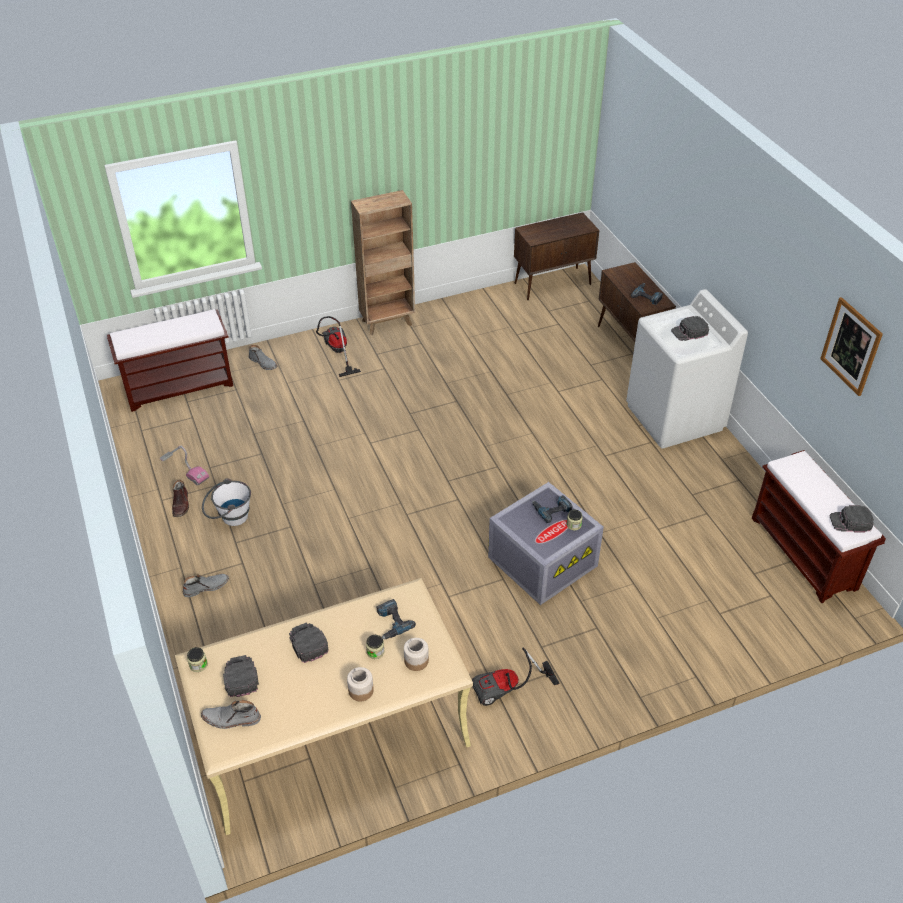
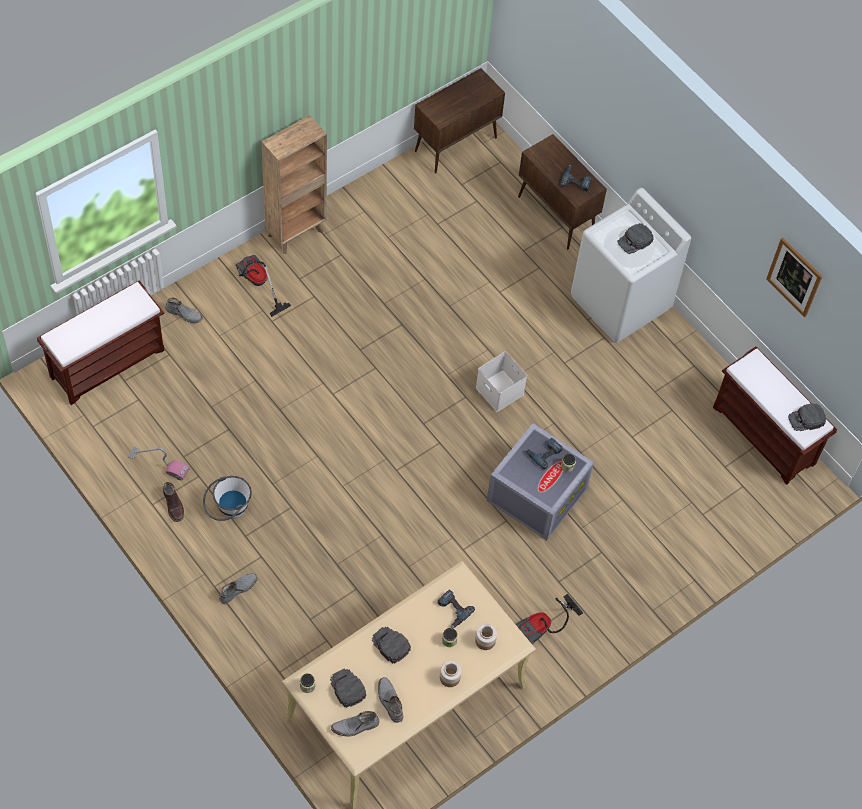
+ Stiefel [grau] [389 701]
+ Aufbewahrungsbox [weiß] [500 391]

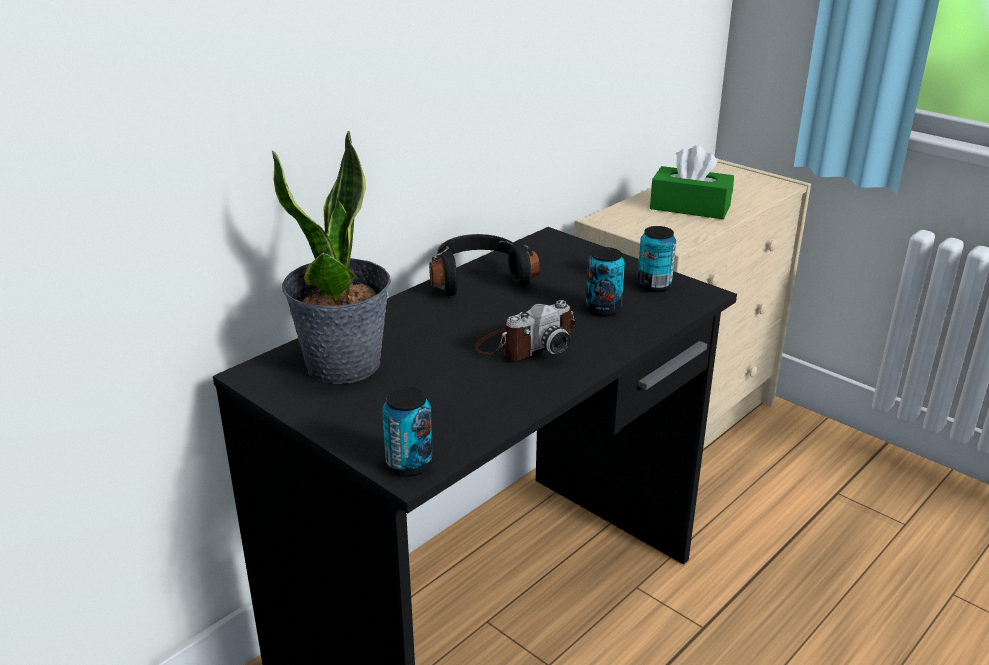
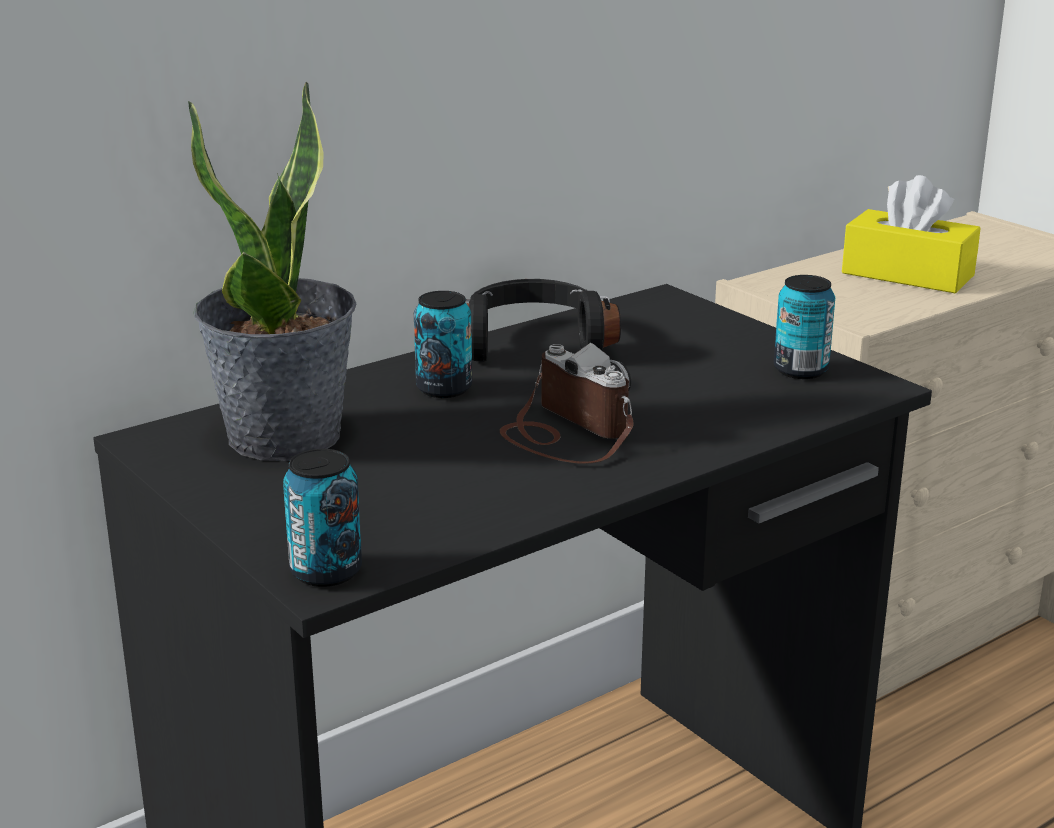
~ Dose [603 309] to [444 388]
~ Kamera [525 344] = [566 432] 105 degrees counterclockwise
~ Taschentuchbox [grün] [690 207] to Taschentuchbox [gelb] [907 274]

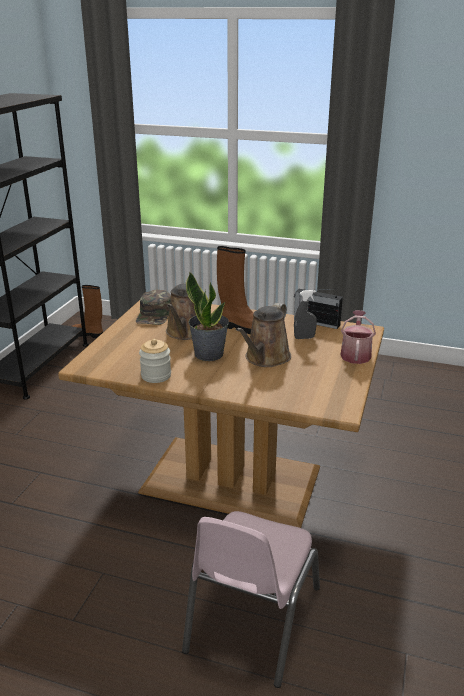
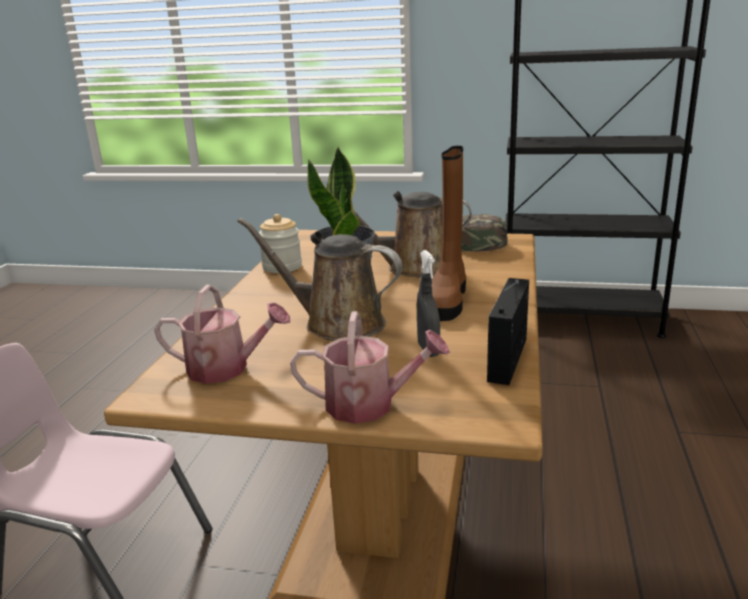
+ Gießkanne [226 369]
- Stiefel [braun] [88 334]

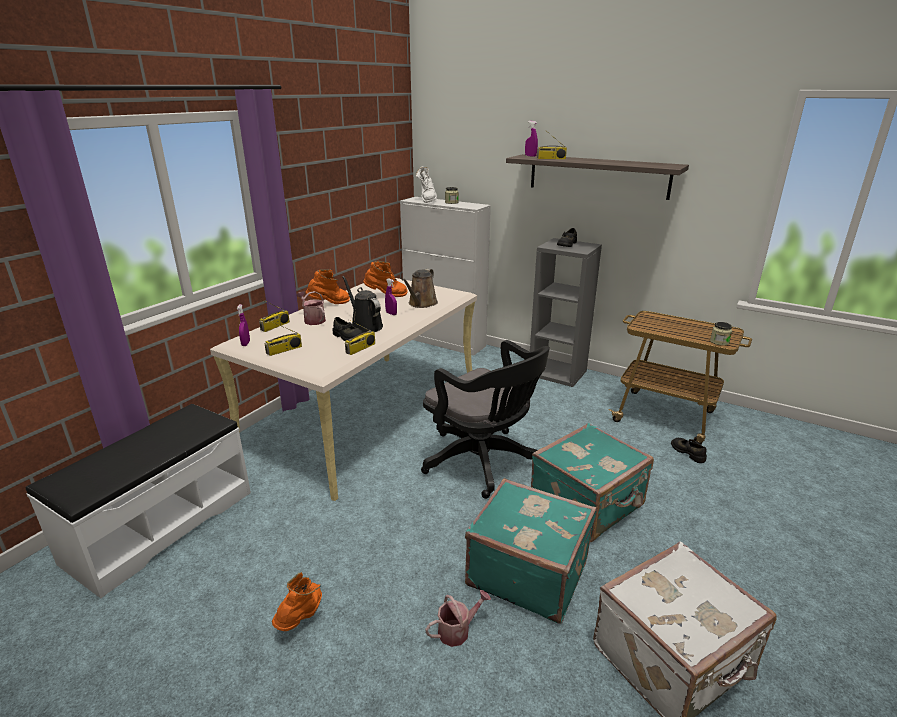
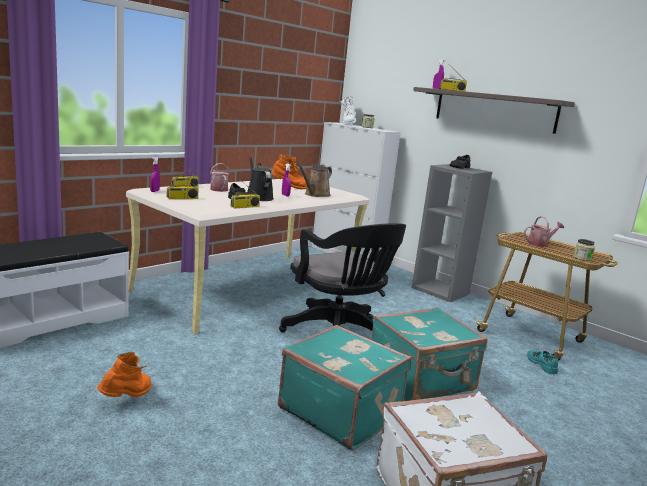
~ Gießkanne [457 630] to [540 244]
~ Schuh [schwarz] [688 452] to Schuh [türkis] [542 365]
- Stiefel [orange] [329 304]

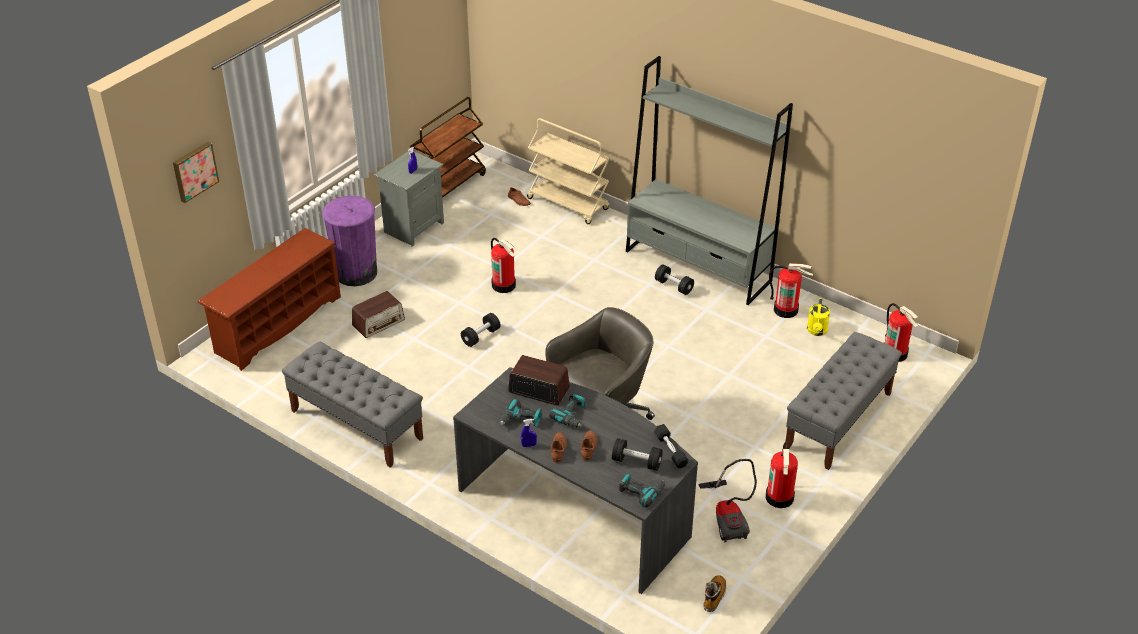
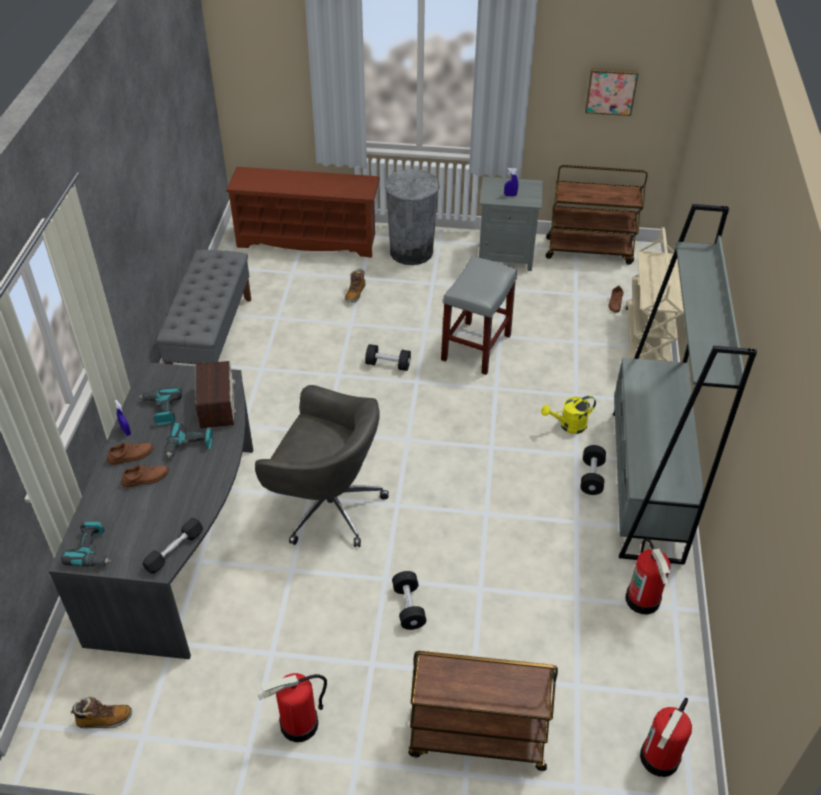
~ Radio [378 323] to Stiefel [355 294]
~ Mülleimer [lila] [356 273] to Mülleimer [grau] [411 251]
~ Hantel [schwarz] [636 462] to [408 607]
~ Bank [grau] [838 421] to Rollwagen [braun] [477 738]
~ Feuerlöscher [504 285] to Hocker [grau] [476 348]
~ Gießkanne [gelb] [817 331] to [568 426]
~ Bild [194 171] to [611 90]
- Staubsauger [729 517]

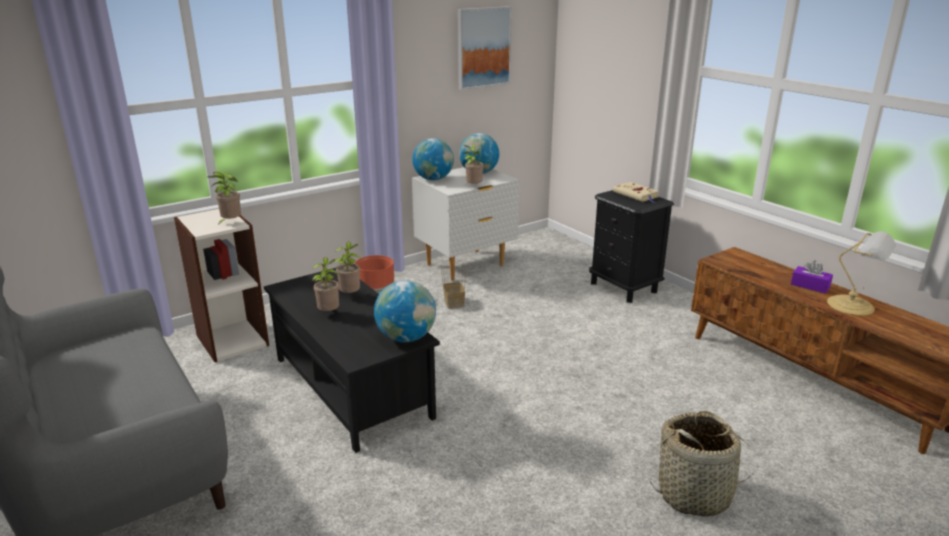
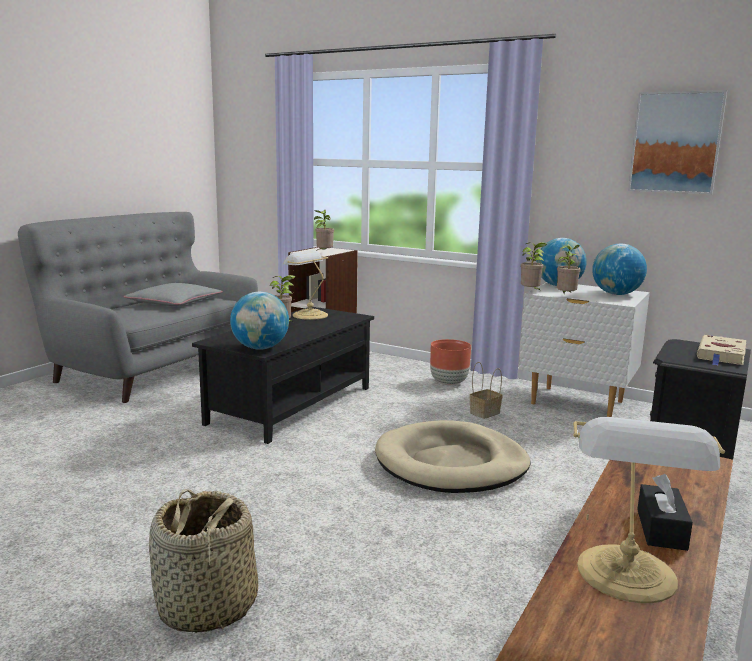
+ Kissen [grau] [174 302]
+ Tischlampe [308 315]
+ Hundebett [beige] [451 463]
~ Topfpflanze [350 295] to [531 292]
~ Taschentuchbox [lila] [810 286] to Taschentuchbox [schwarz] [661 529]

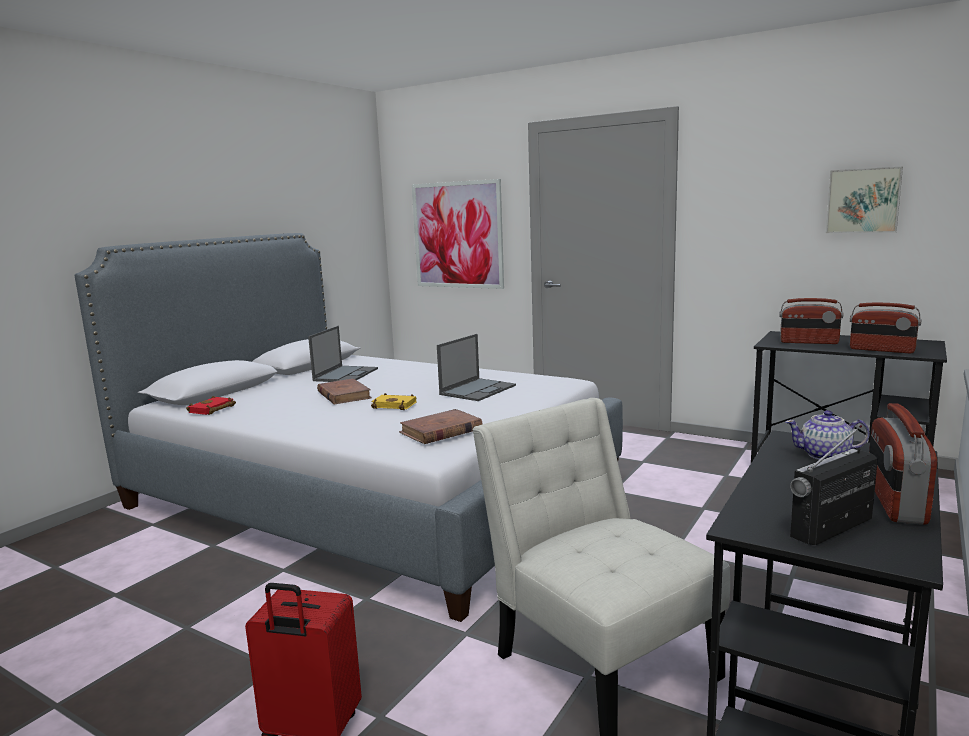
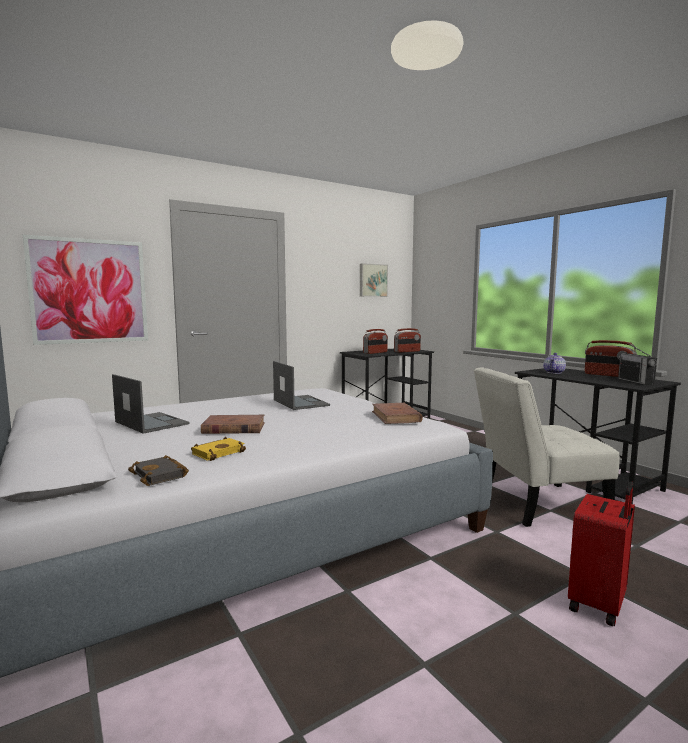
~ Buch [rot] [212 410] to Buch [schwarz] [161 475]
~ Buch [gelb] [396 405] to [218 452]

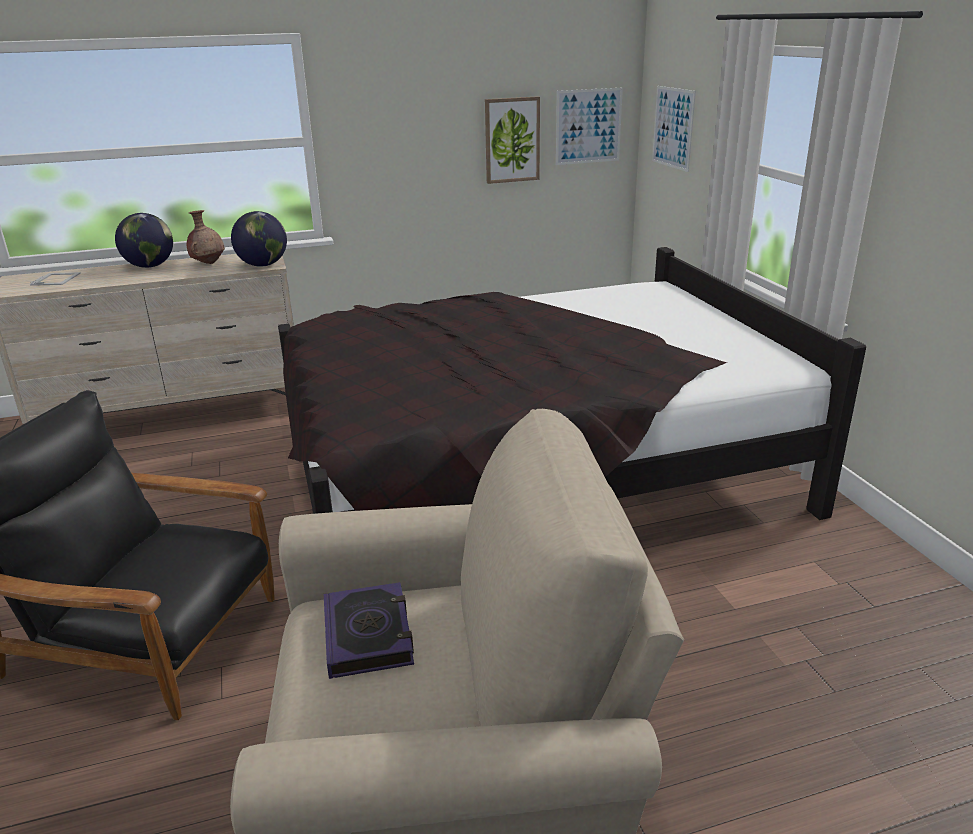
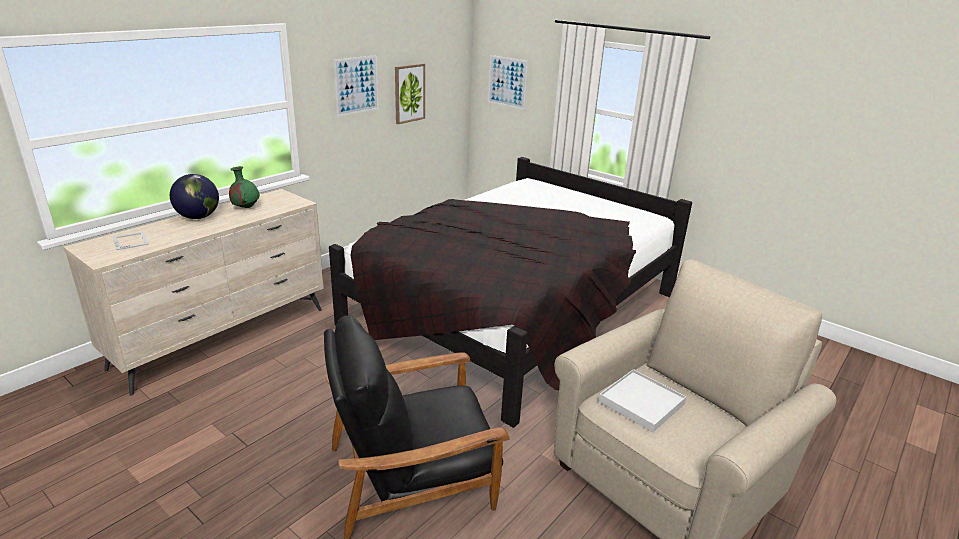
~ Vase [braun] [208 263] to Vase [grün] [246 207]
~ Bild [588 126] to [356 85]
~ Buch [368 635] to Tablett [weiß] [641 402]
- Globus [263 265]

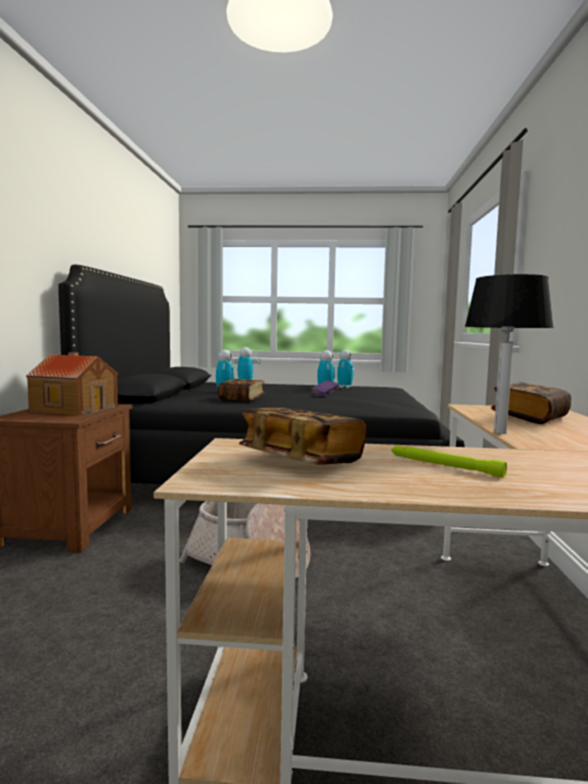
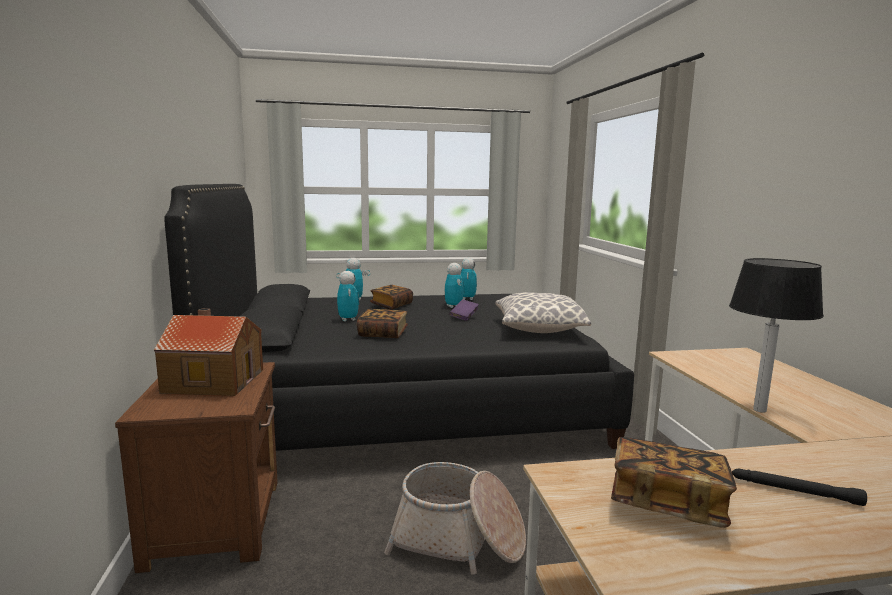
~ Buch [530 418] to [391 305]
+ Kissen [538 329]
~ Taschenlampe [grün] [443 466] to Taschenlampe [schwarz] [794 491]

